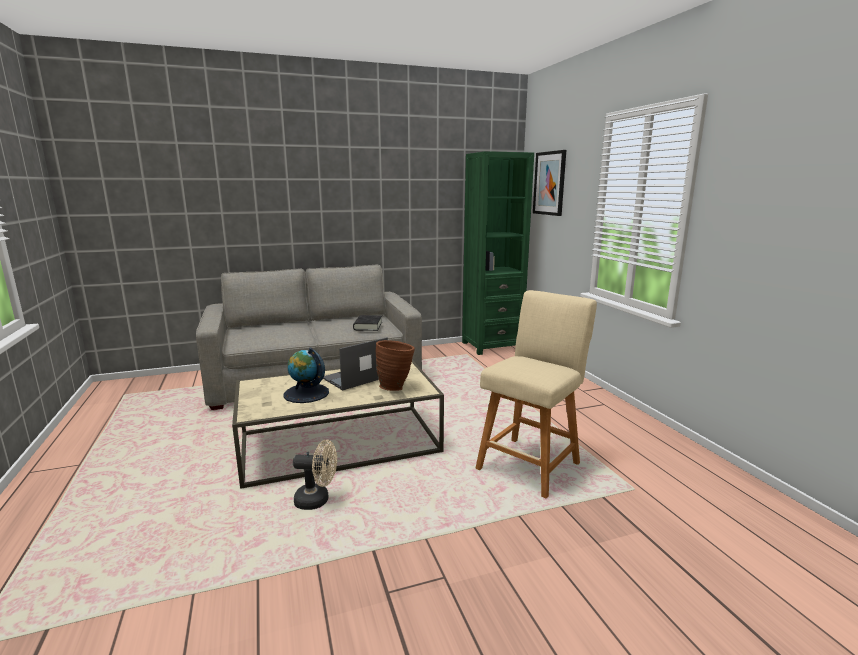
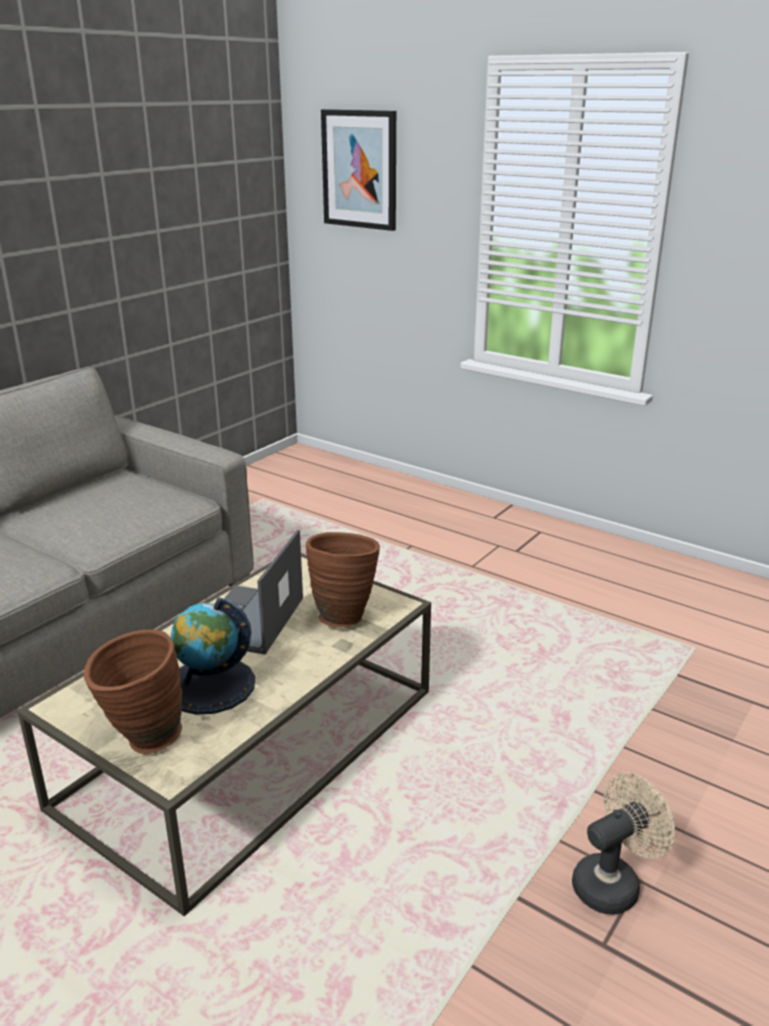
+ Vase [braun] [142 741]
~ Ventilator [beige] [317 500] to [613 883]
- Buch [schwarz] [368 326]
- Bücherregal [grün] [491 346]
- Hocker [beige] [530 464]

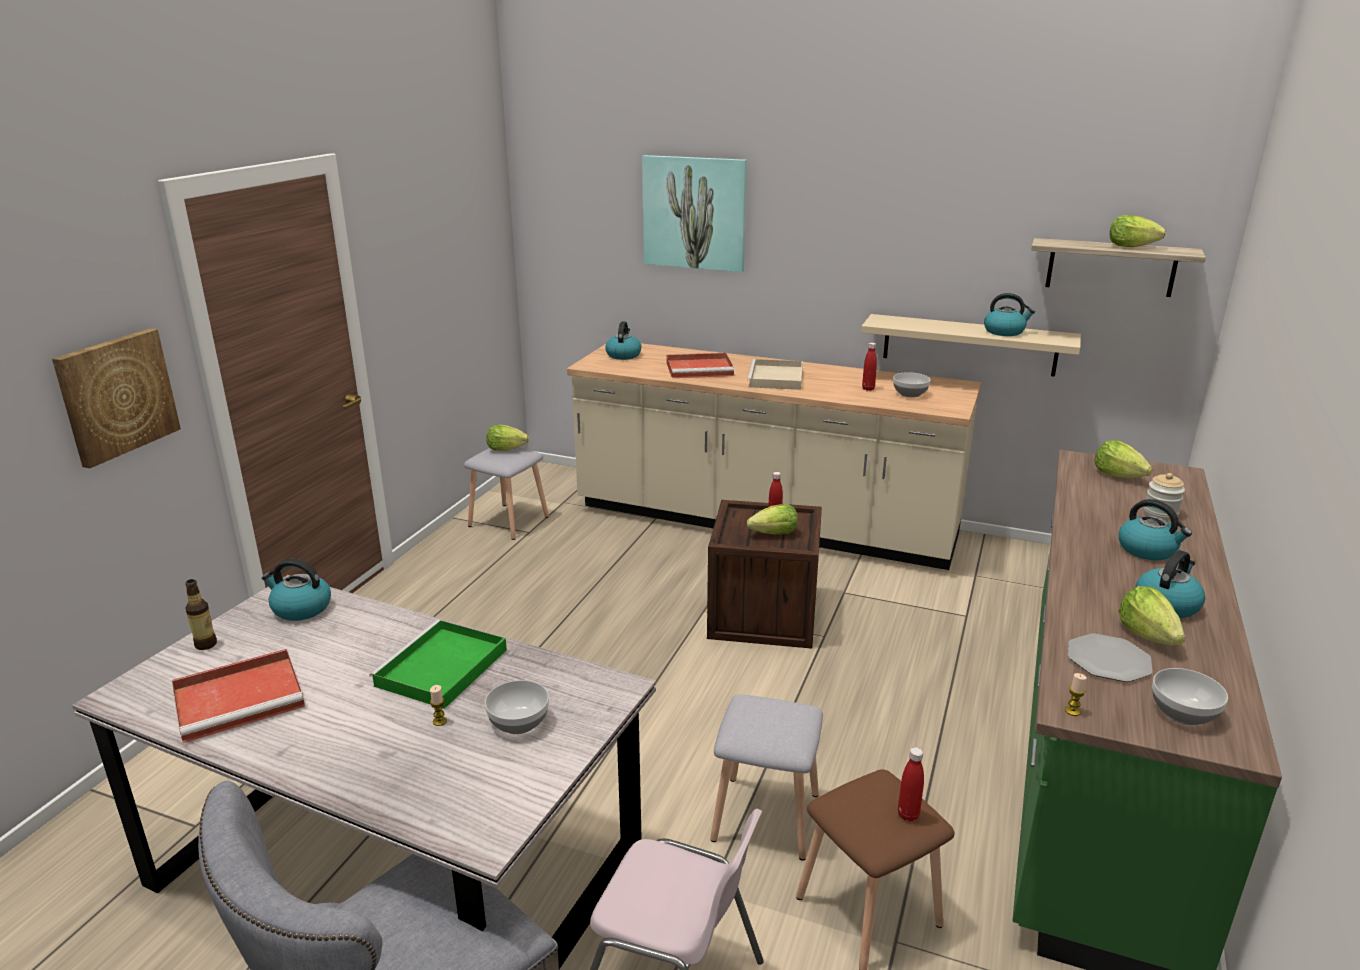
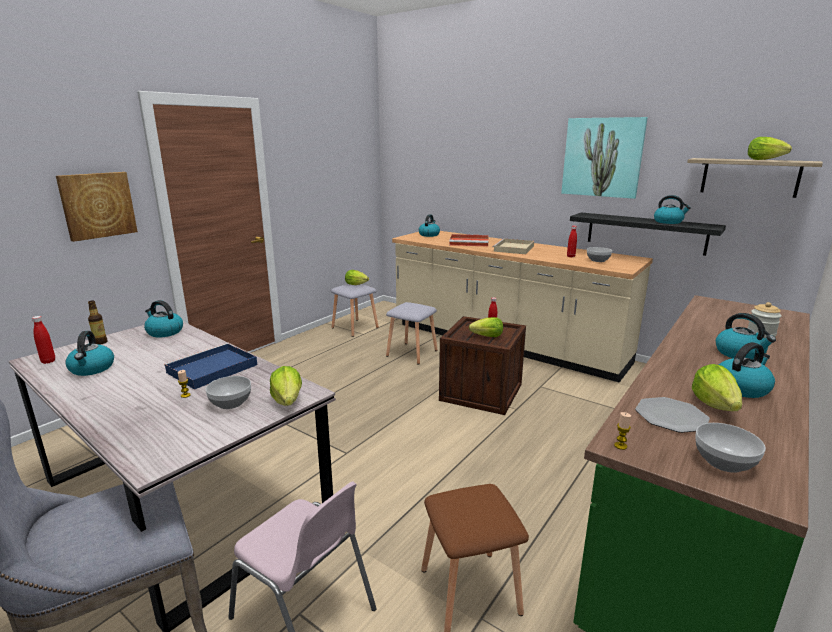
~ Flasche [rot] [908 815] to [48 361]
~ Tablett [rot] [242 698] to Wasserkessel [92 369]
~ Tablett [grün] [440 669] to Tablett [blau] [211 369]
~ Salatkopf [1118 475] to [287 401]
~ Hocker [grau] [766 818] to [412 353]
~ Bild [694 213] to [602 157]
~ Wandregal [beige] [969 345] to Wandregal [schwarz] [645 233]

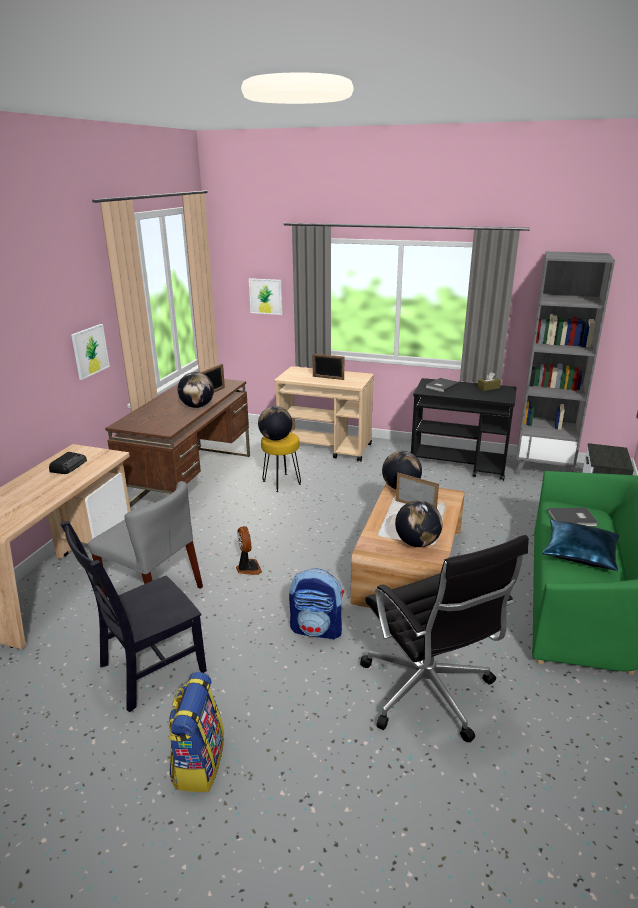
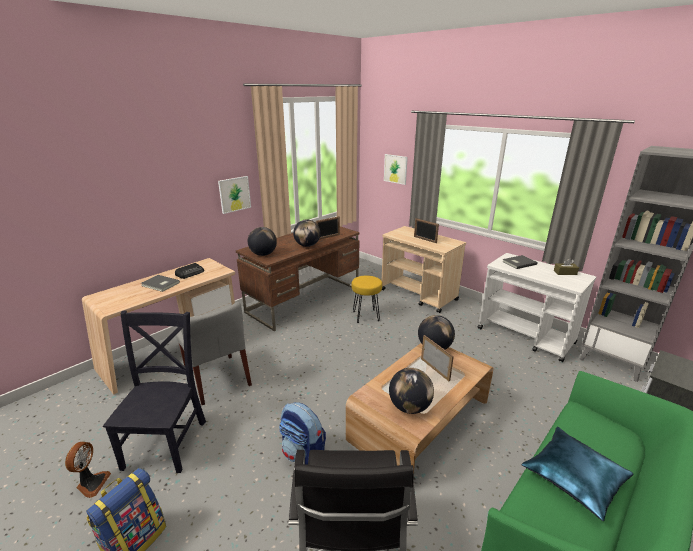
~ Ventilator [248 568] to [92 483]
~ Stuhl [schwarz] [148 670] = [167 441] 105 degrees clockwise
~ Buch [grau] [573 519] to [160 284]
~ Globus [275 438] to [263 254]
~ Rollwagen [schwarz] [459 465] to Rollwagen [weiß] [526 336]

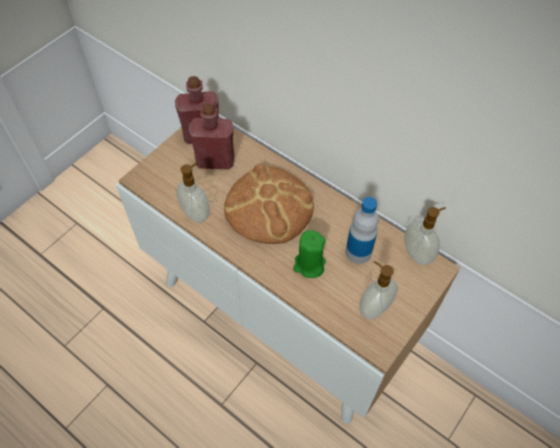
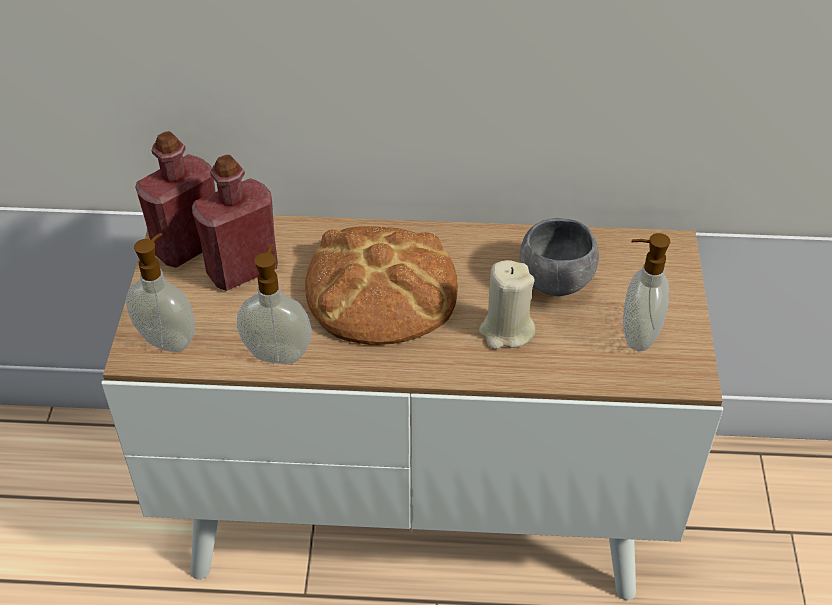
~ Seifenspender [417 253] to [168 339]
~ Kerze [grün] [309 265] to Kerze [beige] [506 331]
~ Flasche [358 252] to Schüssel [grau] [556 279]

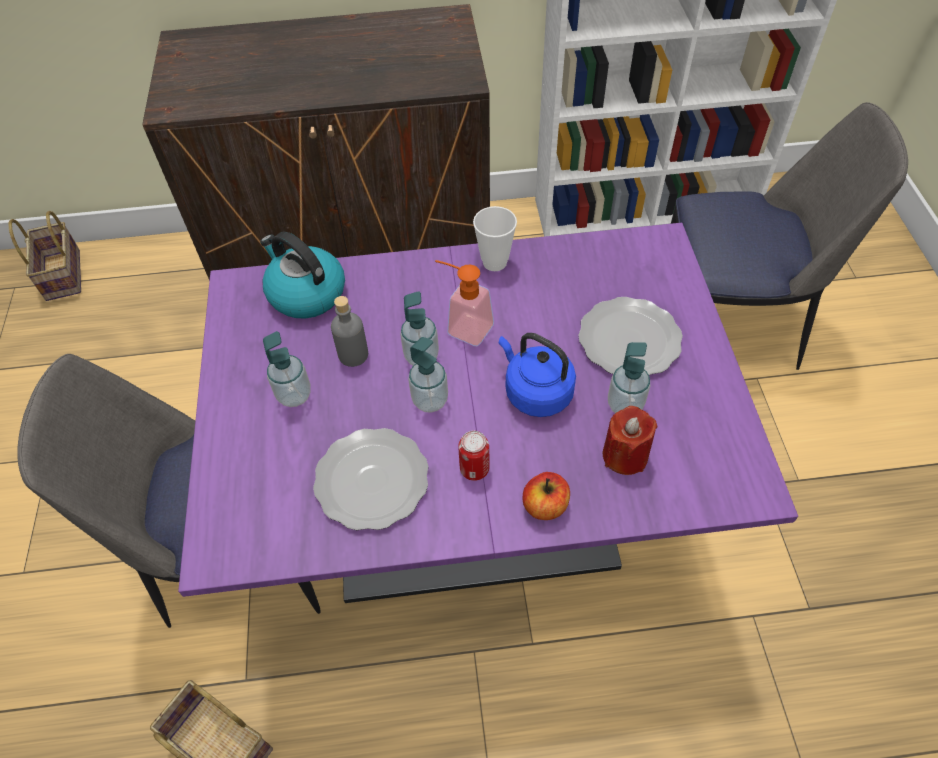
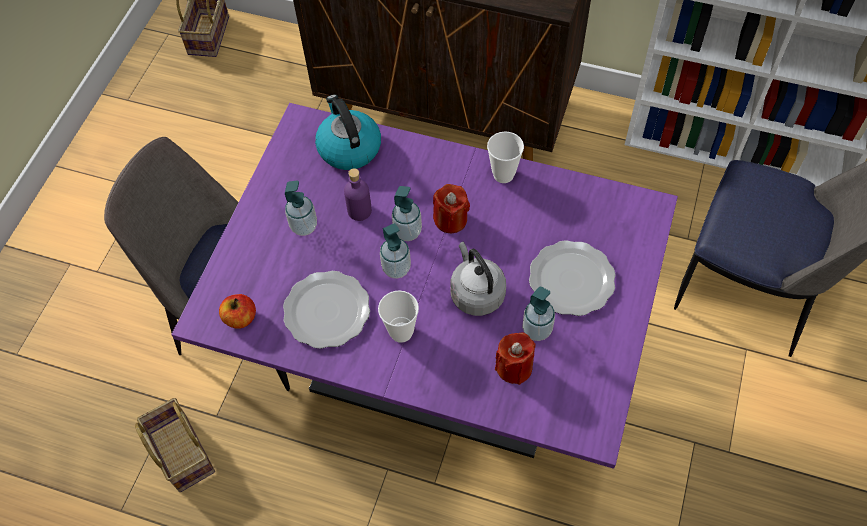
~ Apfel [545 506] to [240 318]
~ Flasche [grau] [353 354] to Flasche [lila] [359 211]
~ Dose [474 469] to Tasse [401 332]
~ Seifenspender [463 326] to Kerze [rot] [450 219]
~ Wasserkessel [blau] [535 392] to Wasserkessel [grau] [476 293]

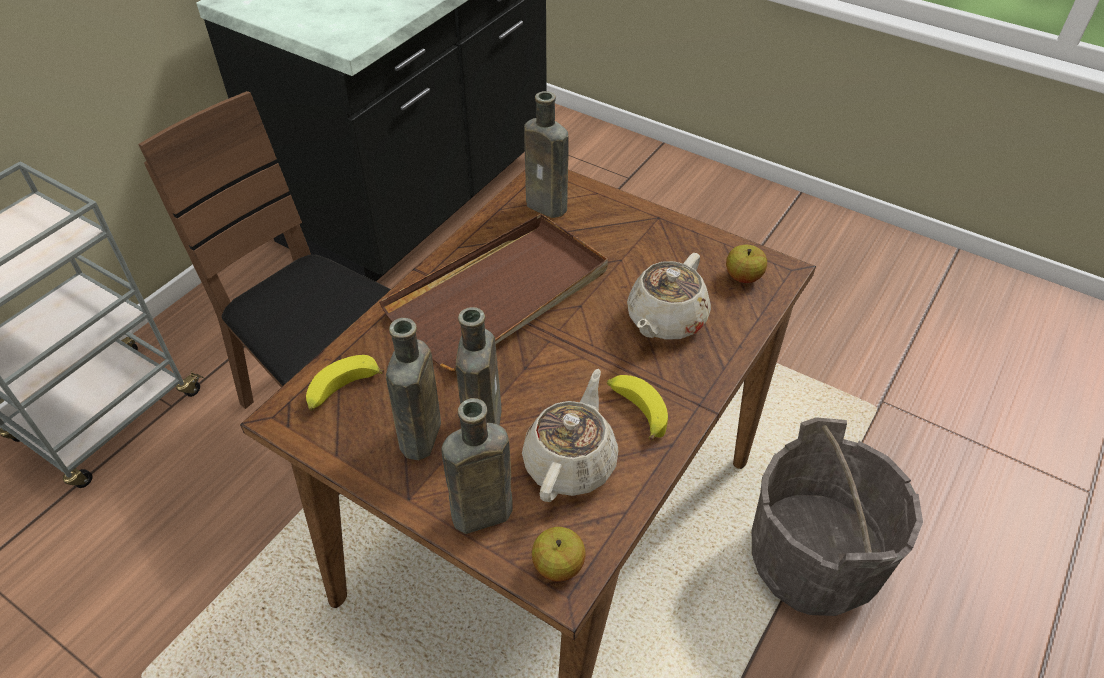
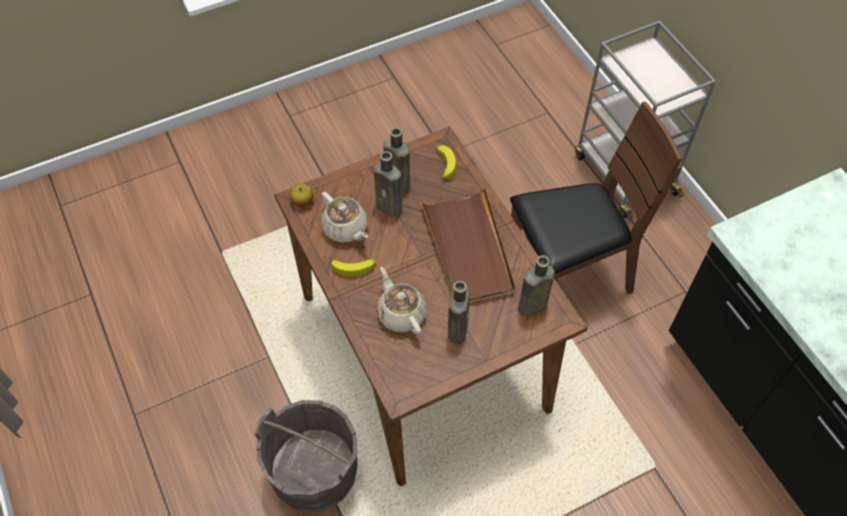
~ Flasche [braun] [477 515] to [457 328]
- Apfel [743 277]

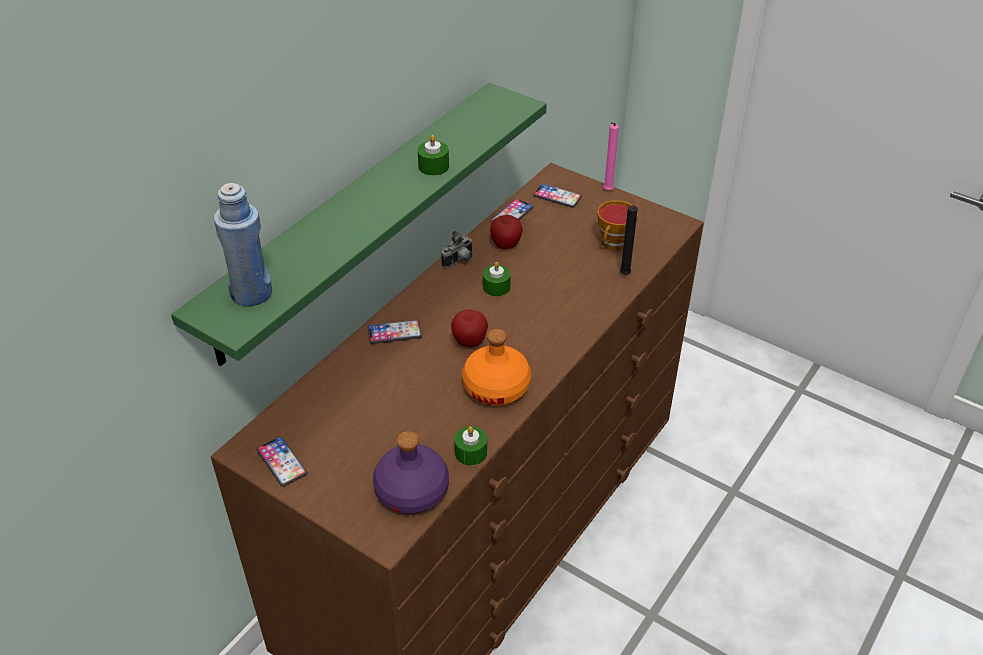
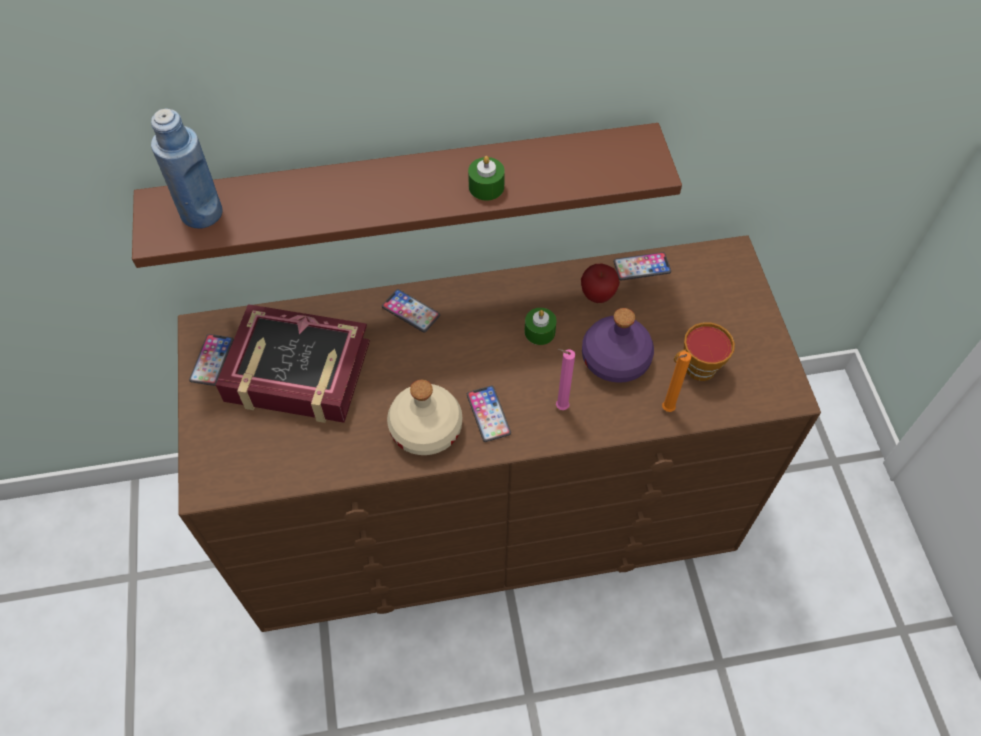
~ Wandregal [grün] [355 218] to Wandregal [braun] [406 189]
+ Buch [297 373]
~ Flasche [orange] [496 387] to Flasche [beige] [427 428]
~ Handy [557 196] to [488 414]
~ Kerze [rosa] [607 191] to [559 407]
~ Flasche [lila] [411 491] to [614 359]
~ Kerze [schwarz] [625 275] to Kerze [orange] [666 410]
- Kamera [459 261]
- Apfel [469 343]
- Kerze [grün] [471 452]

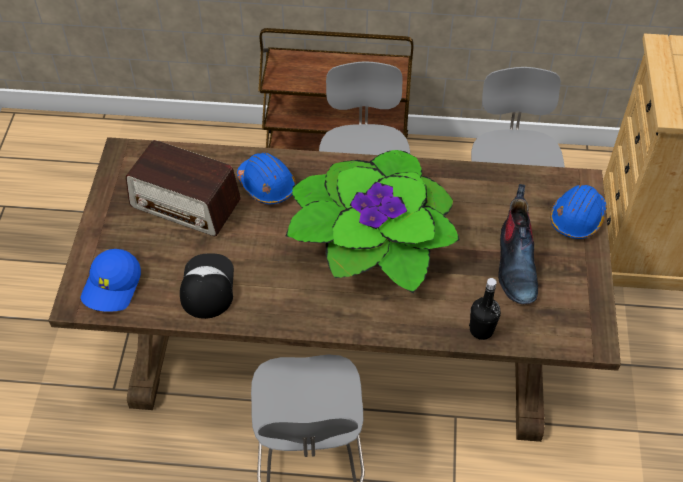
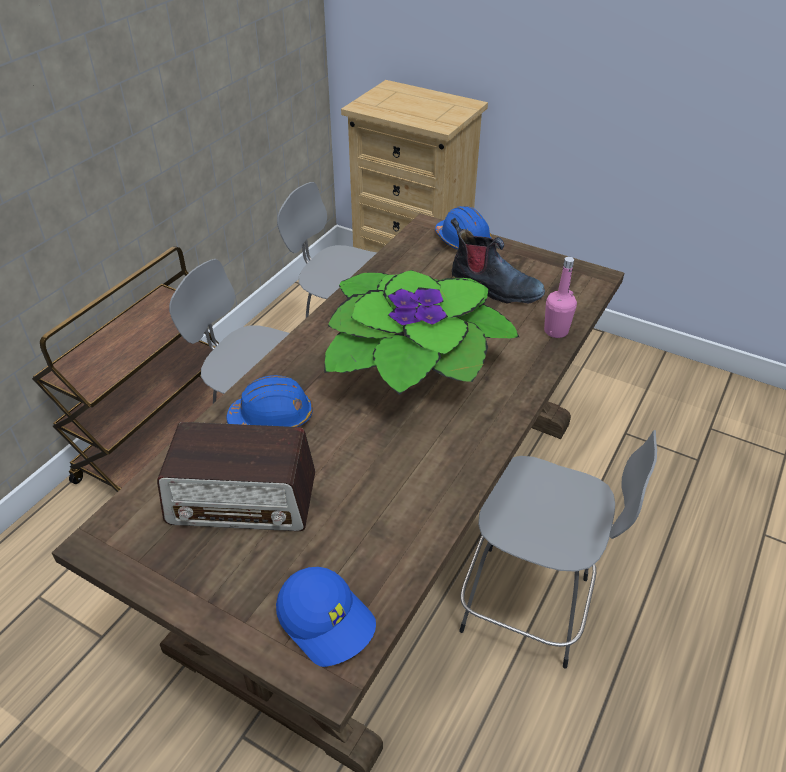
~ Radio [186 204] = [243 499] 45 degrees clockwise
~ Flasche [schwarz] [481 330] to Flasche [rosa] [556 331]
- Kappe [206 286]

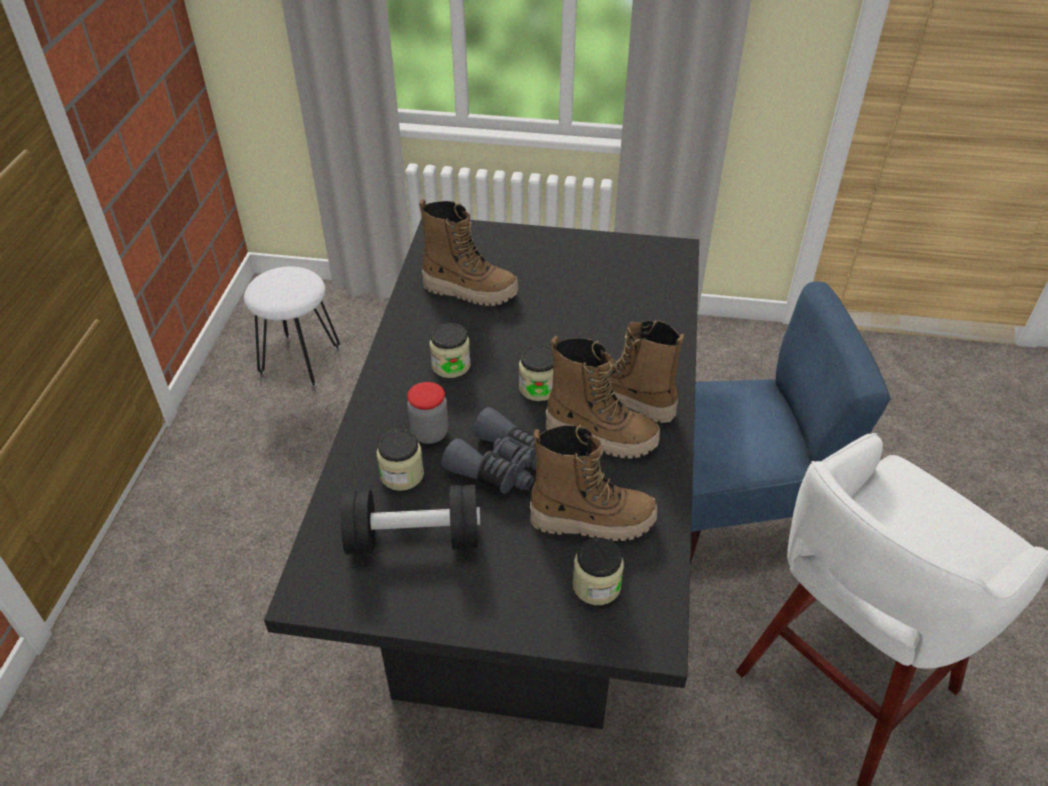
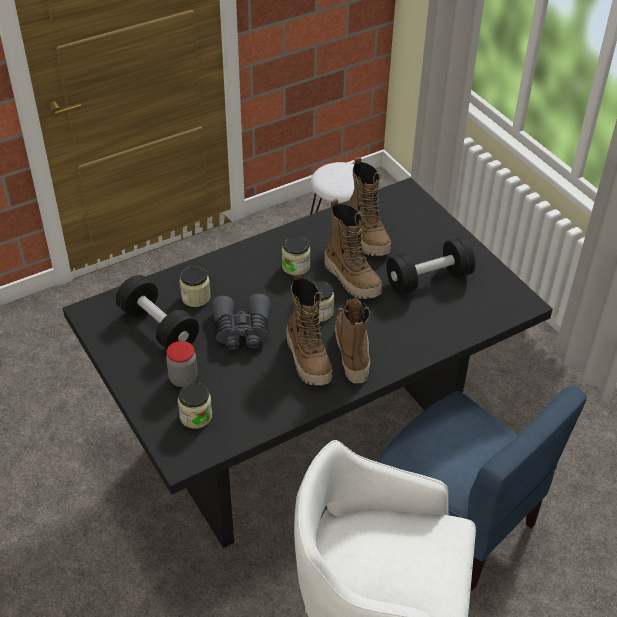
~ Vorratsglas [430 433] to [183 379]
~ Stiefel [592 520] to [352 279]
+ Hantel [schwarz] [428 279]

